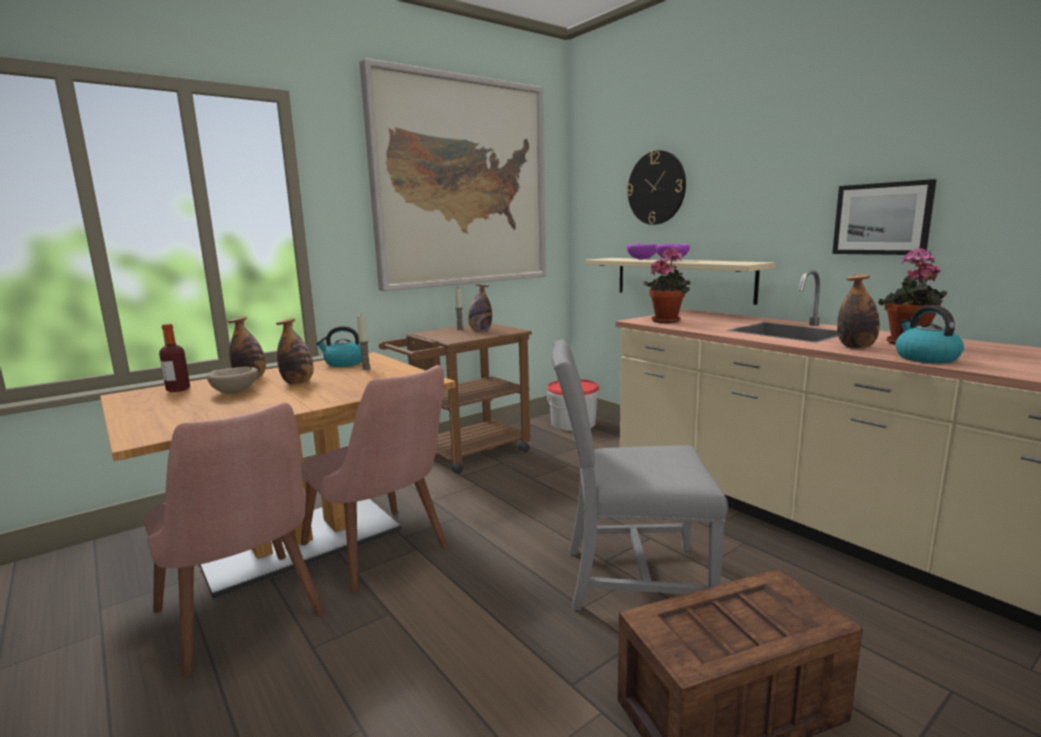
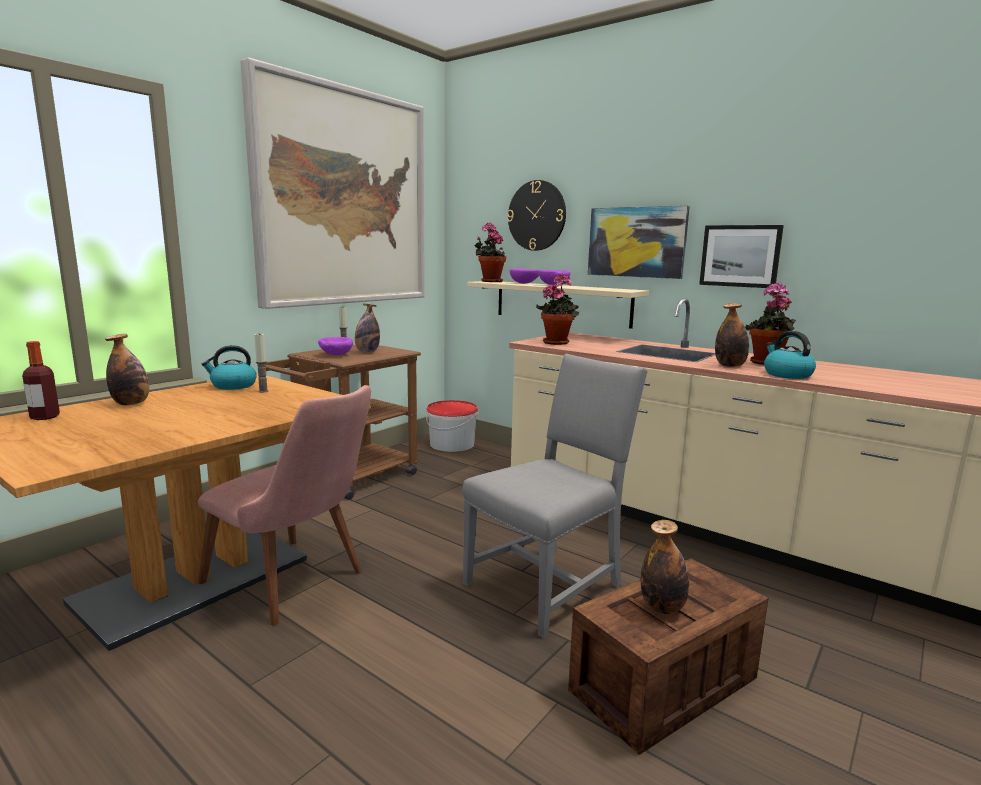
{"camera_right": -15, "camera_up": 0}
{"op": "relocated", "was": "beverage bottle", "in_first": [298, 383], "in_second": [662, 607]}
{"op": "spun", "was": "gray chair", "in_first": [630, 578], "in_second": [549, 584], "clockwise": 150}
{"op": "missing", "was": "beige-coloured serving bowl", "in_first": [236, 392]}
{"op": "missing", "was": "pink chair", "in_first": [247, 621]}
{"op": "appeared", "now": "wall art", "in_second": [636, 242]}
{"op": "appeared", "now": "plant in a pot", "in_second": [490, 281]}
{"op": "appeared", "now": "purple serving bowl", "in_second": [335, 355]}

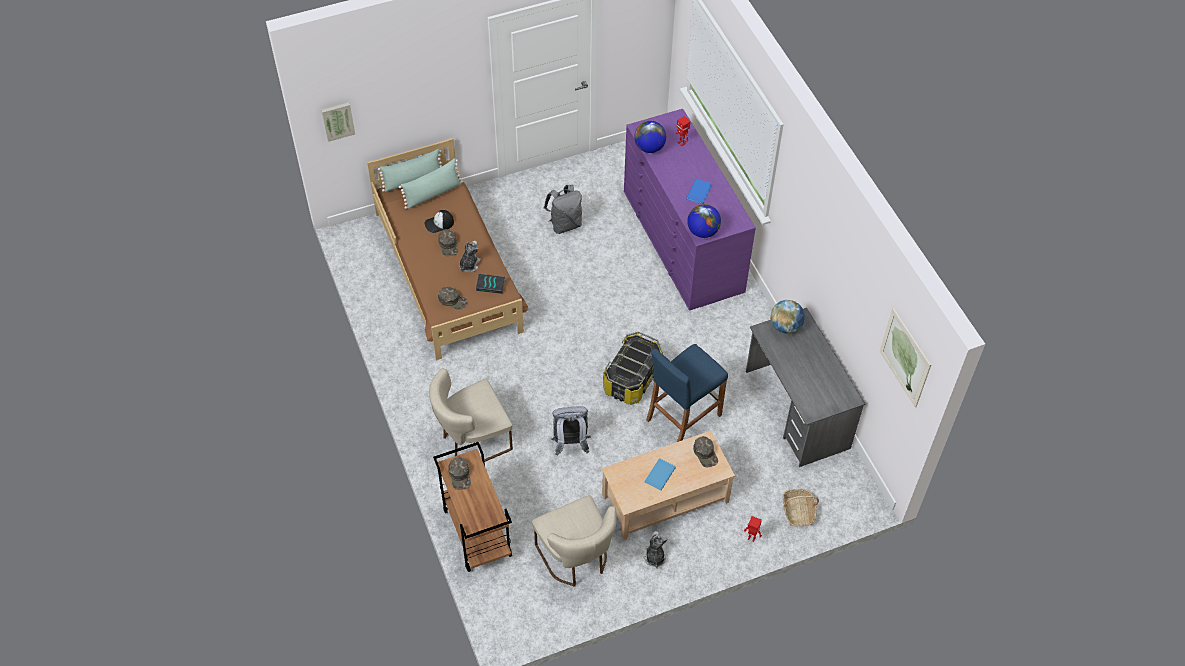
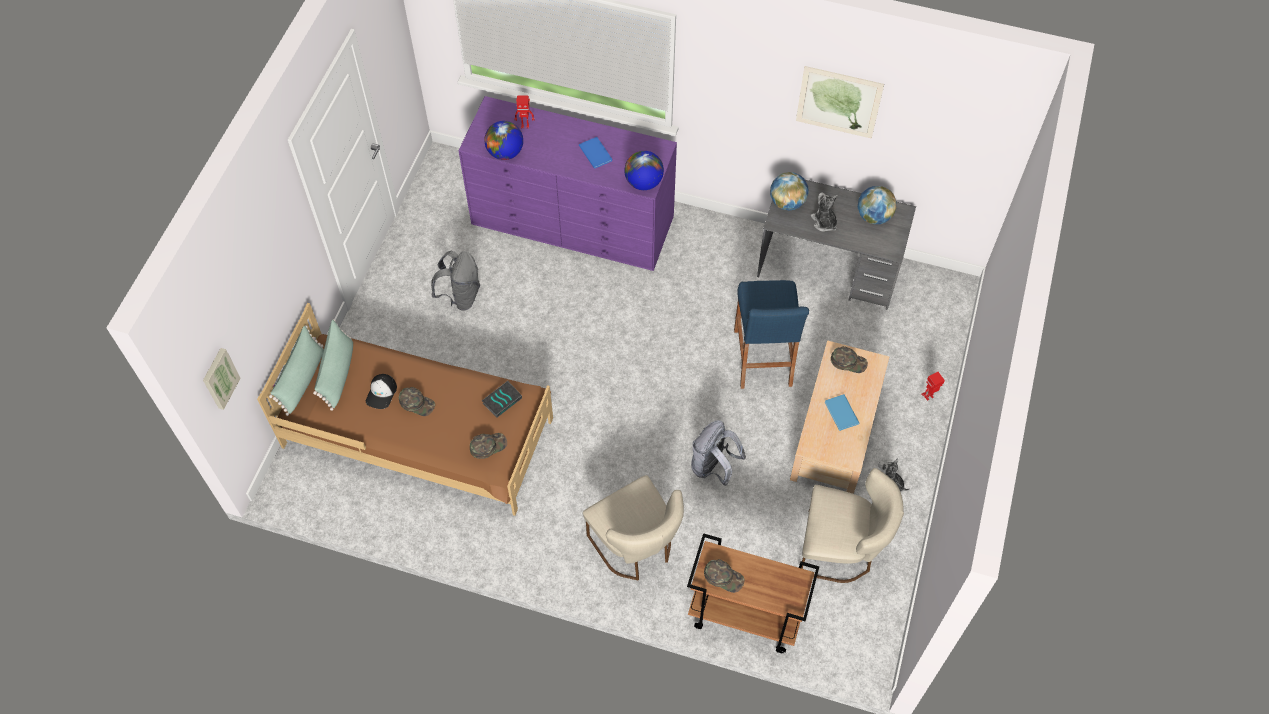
{"camera_right": -50, "camera_up": 5}
{"op": "relocated", "was": "plush toy", "in_first": [469, 264], "in_second": [824, 222]}
{"op": "relocated", "was": "wall art", "in_first": [905, 357], "in_second": [839, 102]}
{"op": "missing", "was": "storage box", "in_first": [632, 378]}
{"op": "spun", "was": "beige-coloured chair", "in_first": [472, 439], "in_second": [636, 547], "clockwise": -45}
{"op": "missing", "was": "household basket", "in_first": [798, 511]}
{"op": "appeared", "now": "world globe", "in_second": [873, 216]}

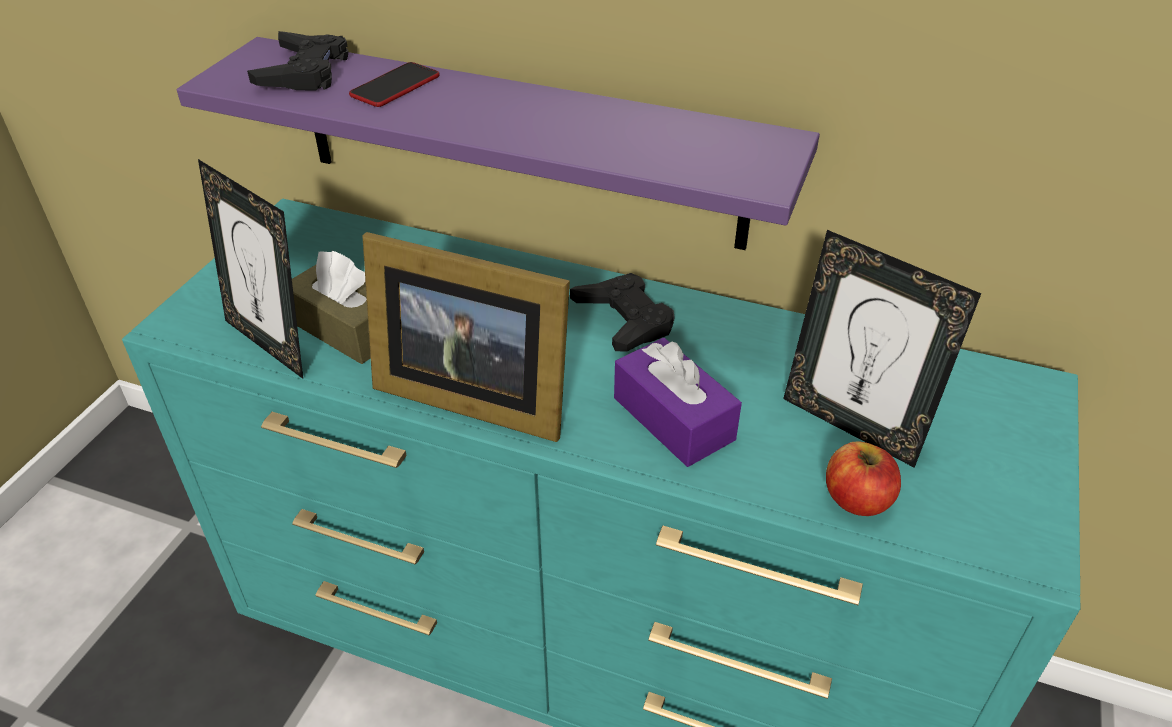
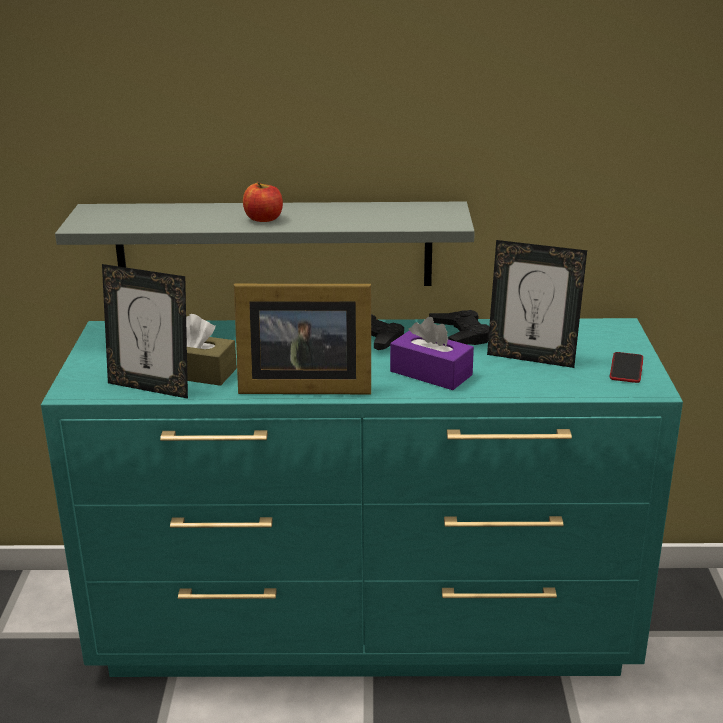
{"camera_right": -20, "camera_up": -15}
{"op": "relocated", "was": "black-coloured gamepad", "in_first": [304, 71], "in_second": [461, 334]}
{"op": "colour", "was": "purple bracket shelf", "now": "gray bracket shelf", "in_first": [518, 143], "in_second": [274, 244]}
{"op": "relocated", "was": "handset", "in_first": [395, 86], "in_second": [626, 368]}
{"op": "relocated", "was": "apple", "in_first": [857, 499], "in_second": [263, 219]}

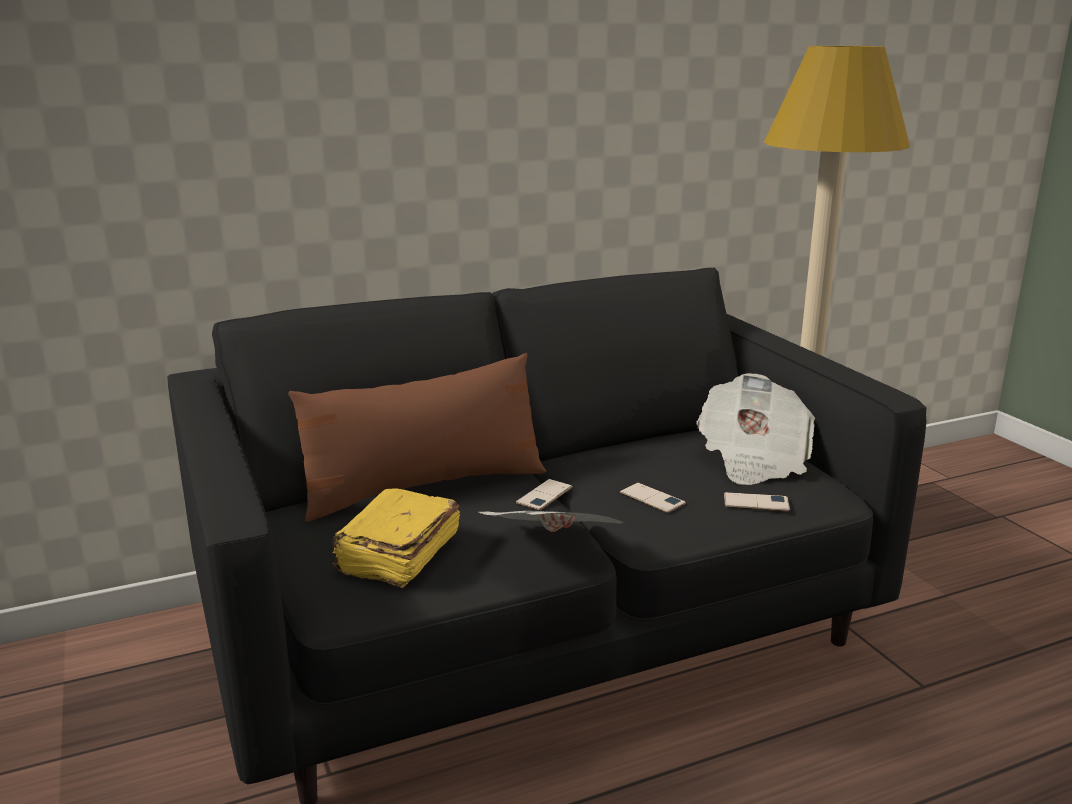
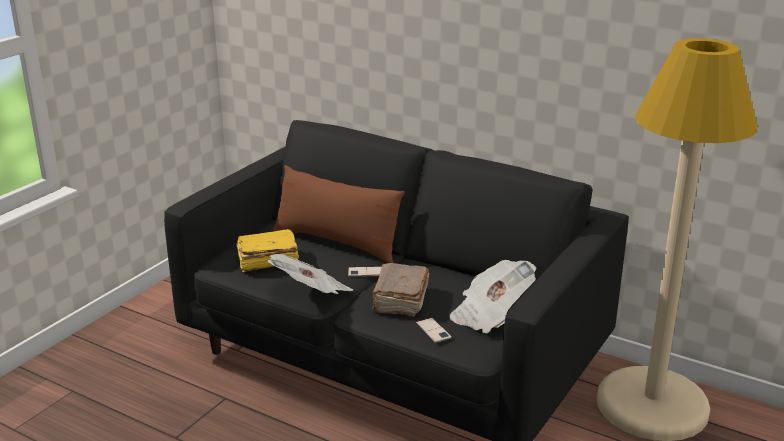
{"camera_right": 55, "camera_up": 5}
{"op": "exchanged", "was": "handset", "now": "brownish volume", "in_first": [652, 498], "in_second": [400, 300]}

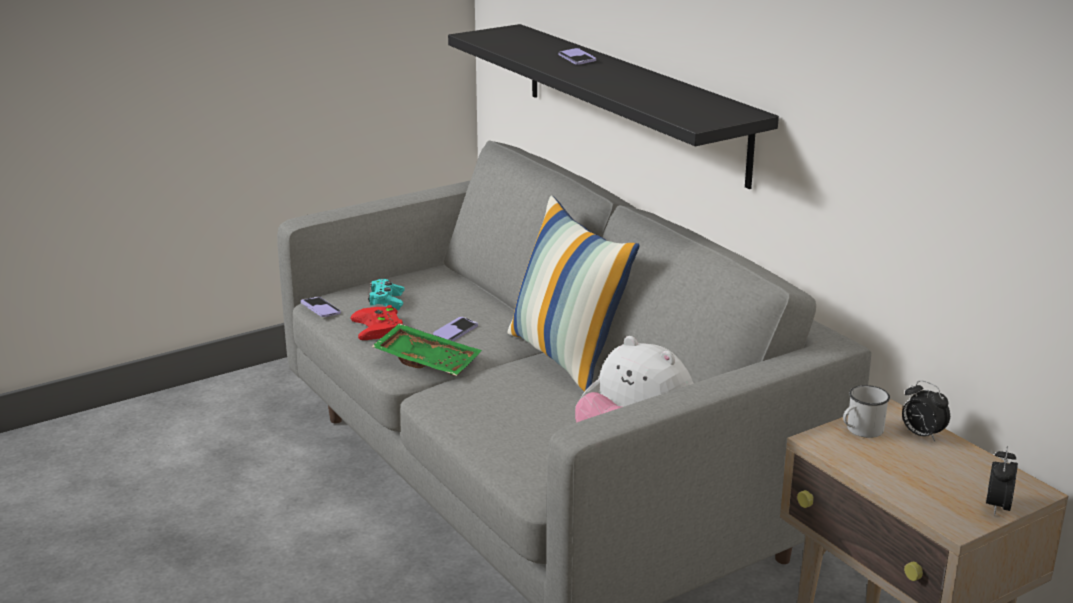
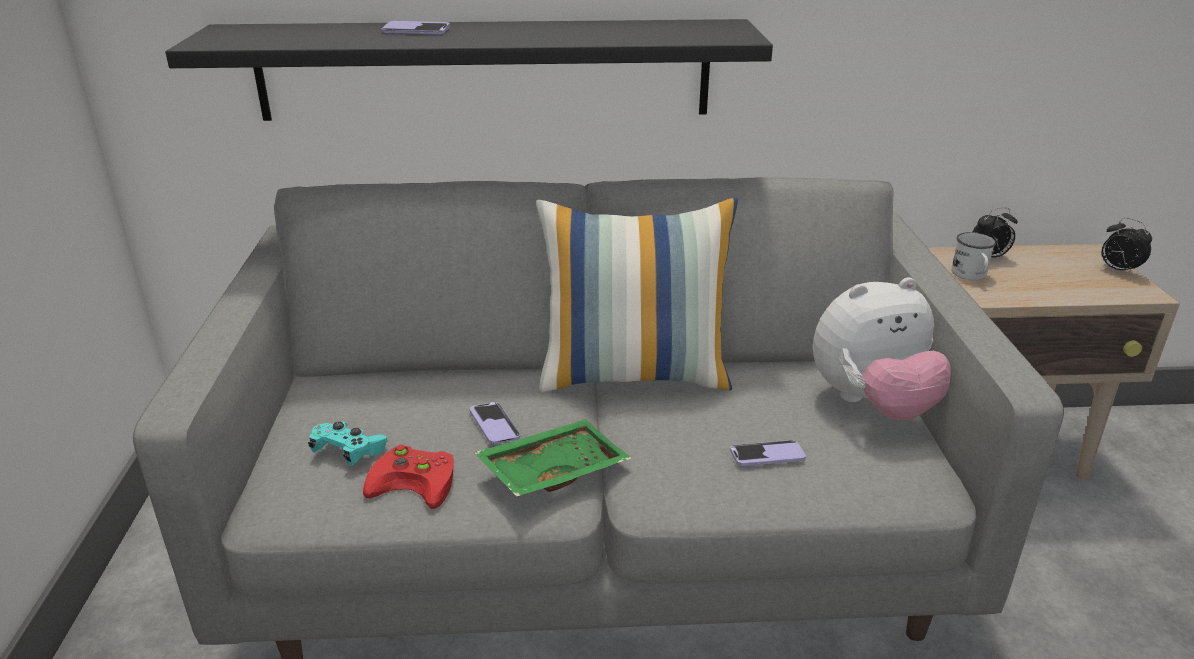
{"camera_right": -60, "camera_up": 5}
{"op": "relocated", "was": "handset", "in_first": [320, 308], "in_second": [767, 455]}

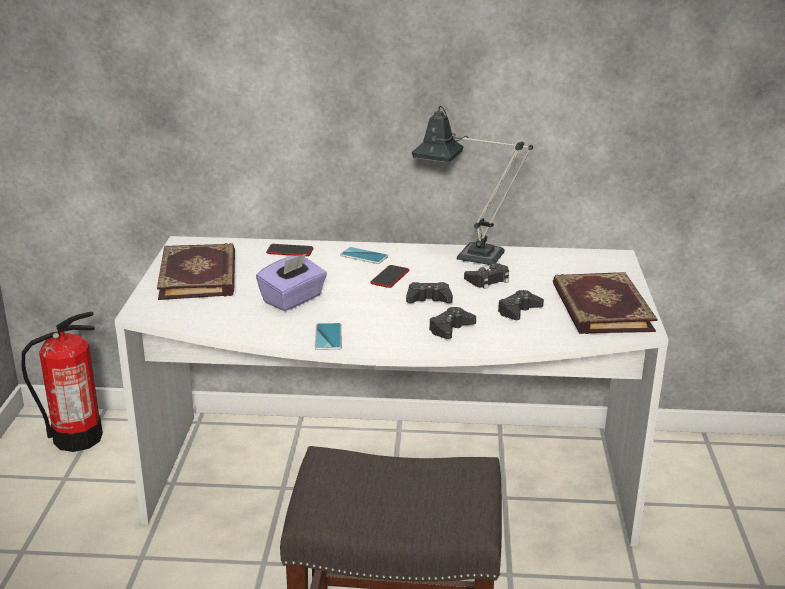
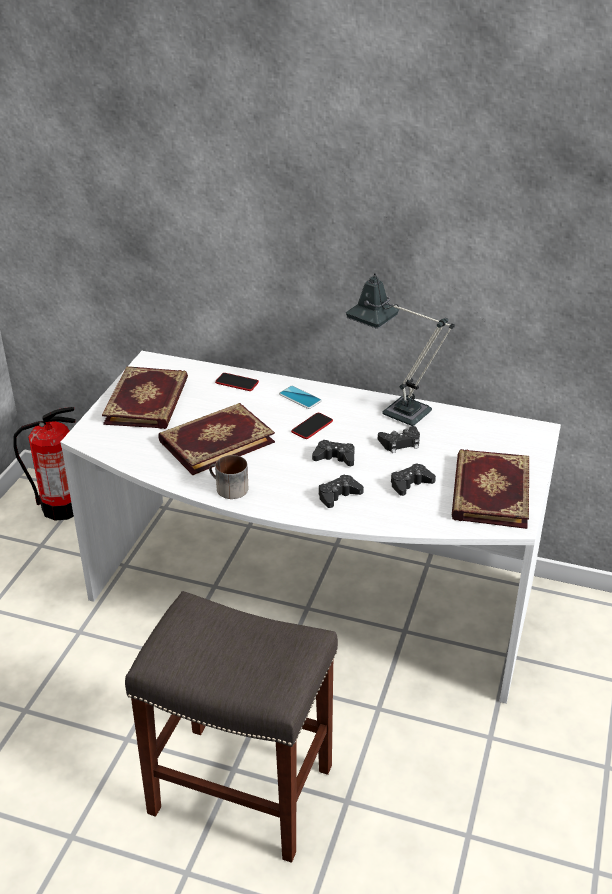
{"camera_right": 15, "camera_up": 10}
{"op": "exchanged", "was": "purple box of tissues", "now": "volume", "in_first": [293, 299], "in_second": [216, 441]}
{"op": "exchanged", "was": "handset", "now": "coffee mug", "in_first": [328, 337], "in_second": [227, 488]}

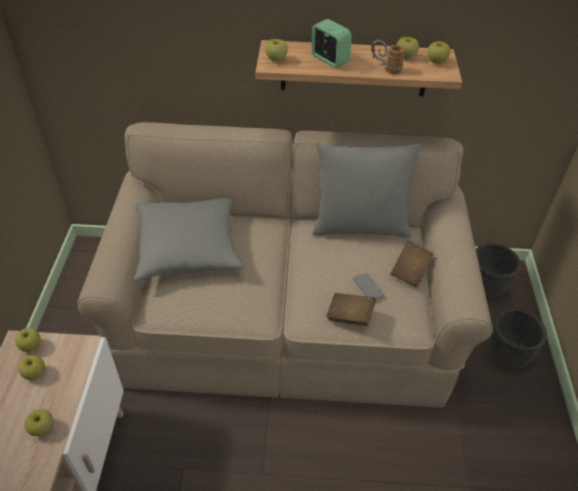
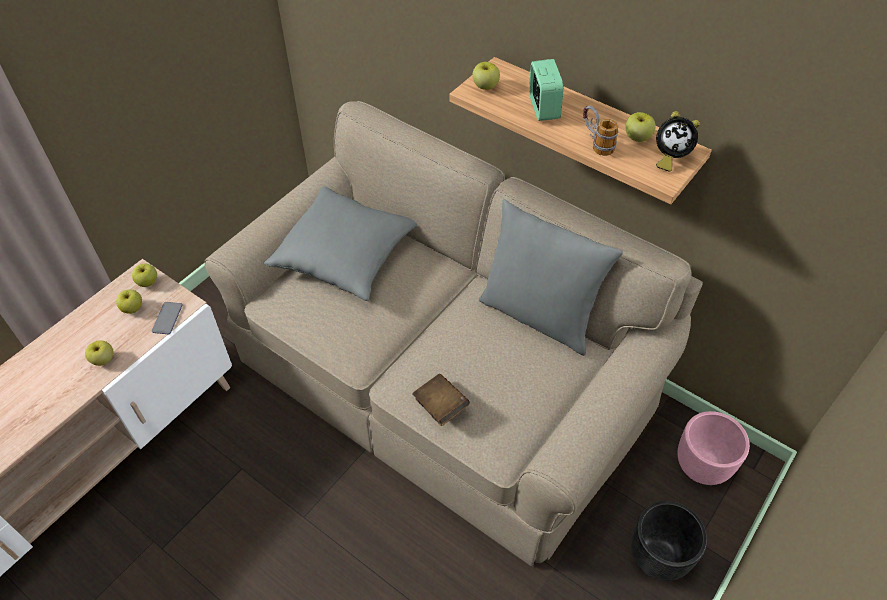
{"camera_right": 35, "camera_up": 5}
{"op": "exchanged", "was": "apple", "now": "bedside clock", "in_first": [436, 61], "in_second": [669, 158]}
{"op": "missing", "was": "brownish volume", "in_first": [410, 271]}
{"op": "colour", "was": "black-coloured flower pot", "now": "pink flower pot", "in_first": [486, 288], "in_second": [702, 467]}
{"op": "relocated", "was": "handset", "in_first": [368, 287], "in_second": [167, 318]}

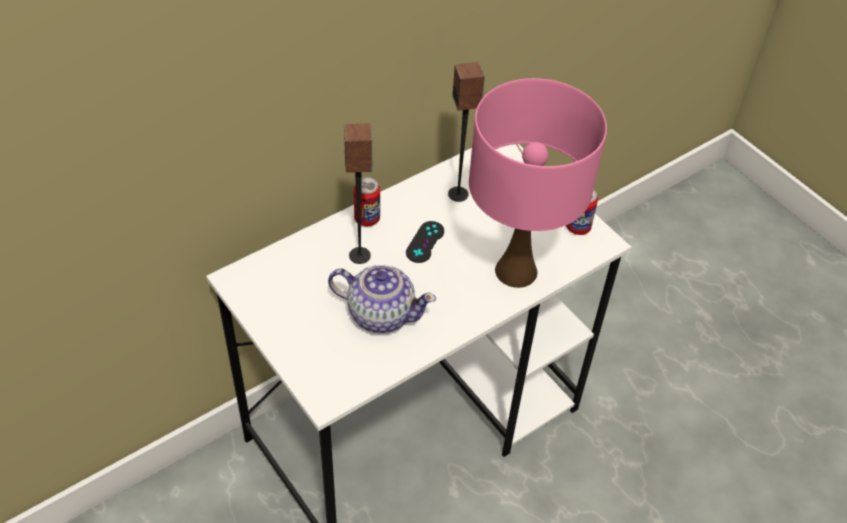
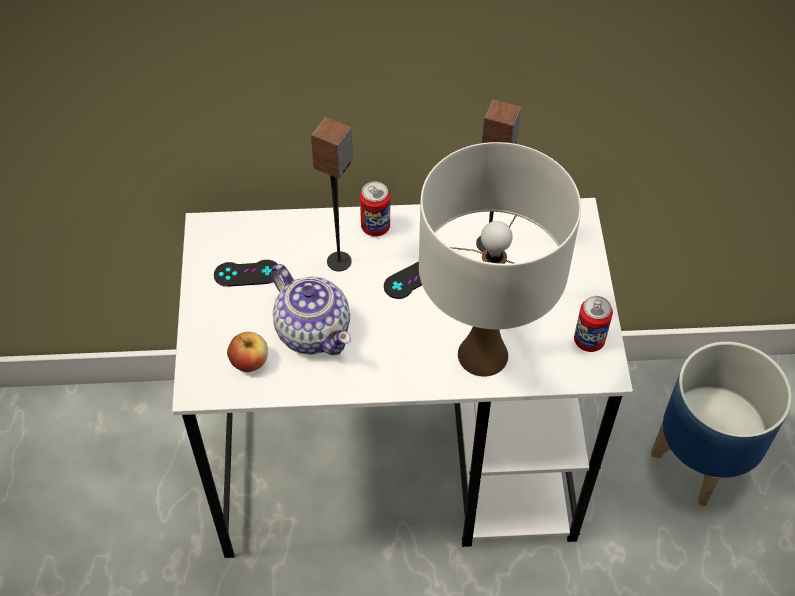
{"camera_right": 35, "camera_up": 5}
{"op": "colour", "was": "pink tabletop lamp", "now": "whitish tabletop lamp", "in_first": [516, 271], "in_second": [483, 355]}
{"op": "appeared", "now": "black-coloured gamepad", "in_second": [247, 273]}
{"op": "appeared", "now": "apple", "in_second": [249, 361]}
{"op": "appeared", "now": "flower pot", "in_second": [702, 459]}

